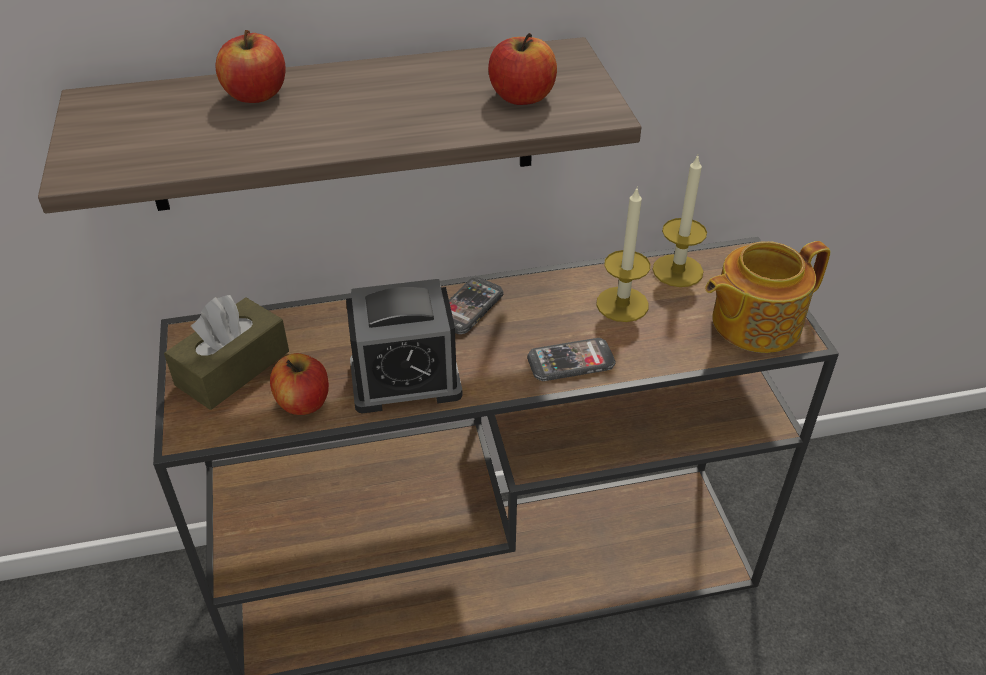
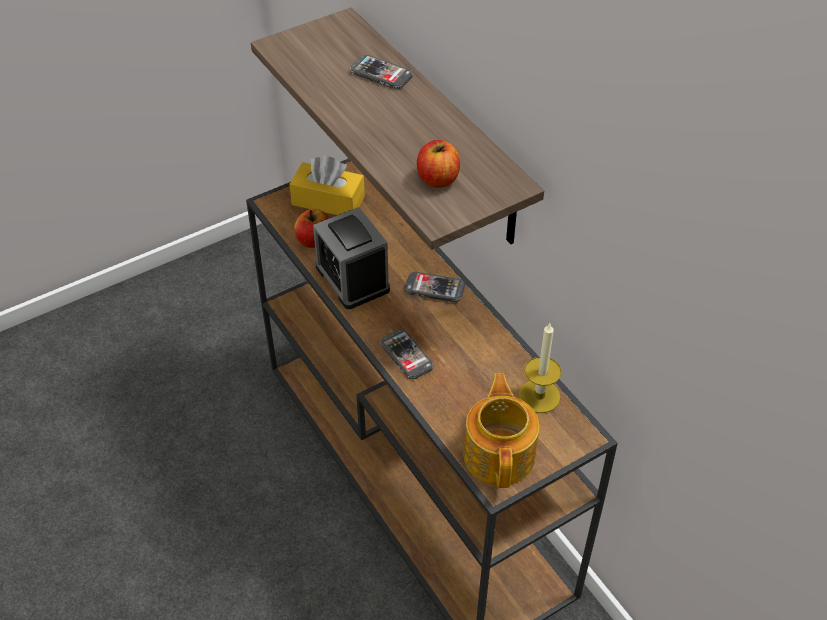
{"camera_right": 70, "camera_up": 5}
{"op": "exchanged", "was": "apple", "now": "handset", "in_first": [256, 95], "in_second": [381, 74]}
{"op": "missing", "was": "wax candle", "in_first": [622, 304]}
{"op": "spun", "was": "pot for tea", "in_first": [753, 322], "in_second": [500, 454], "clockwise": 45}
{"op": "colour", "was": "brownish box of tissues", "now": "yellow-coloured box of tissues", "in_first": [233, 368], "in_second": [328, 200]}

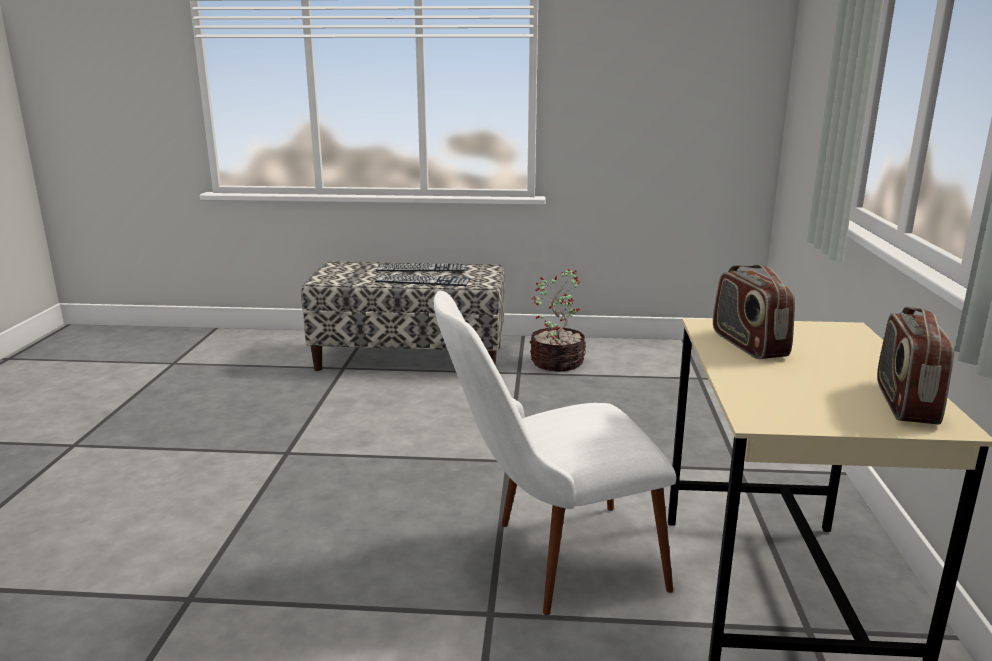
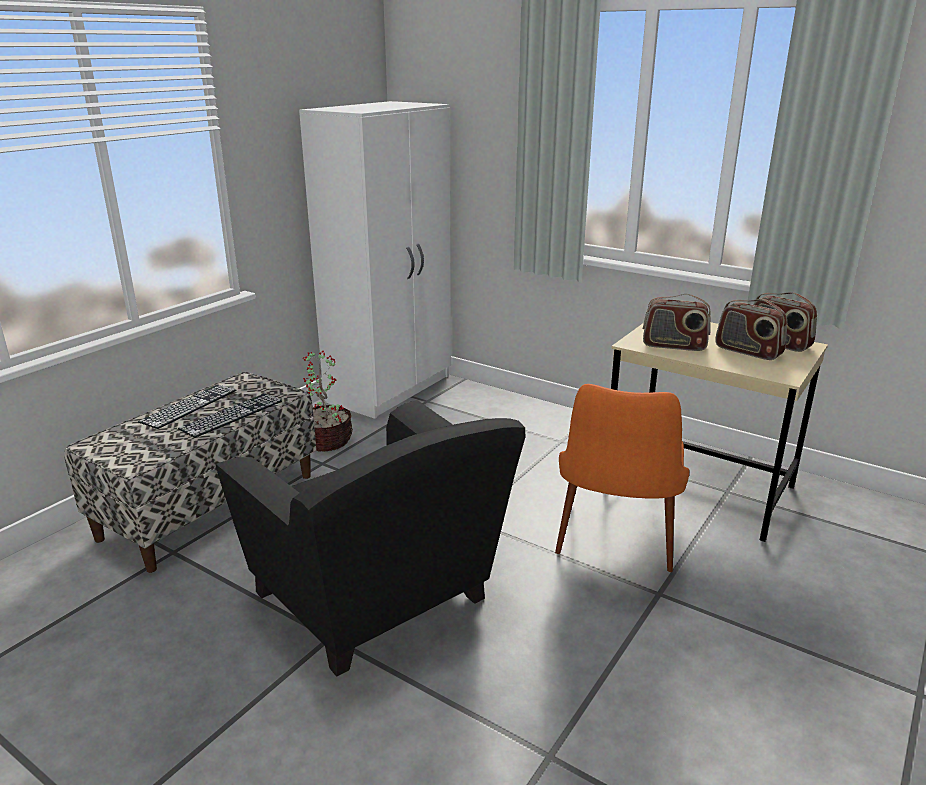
{"camera_right": -60, "camera_up": 5}
{"op": "colour", "was": "whitish chair", "now": "orange chair", "in_first": [550, 561], "in_second": [614, 548]}
{"op": "appeared", "now": "whitish wardrobe", "in_second": [391, 388]}
{"op": "appeared", "now": "radio receiver", "in_second": [748, 351]}
{"op": "appeared", "now": "black-coloured lounge chair", "in_second": [380, 600]}

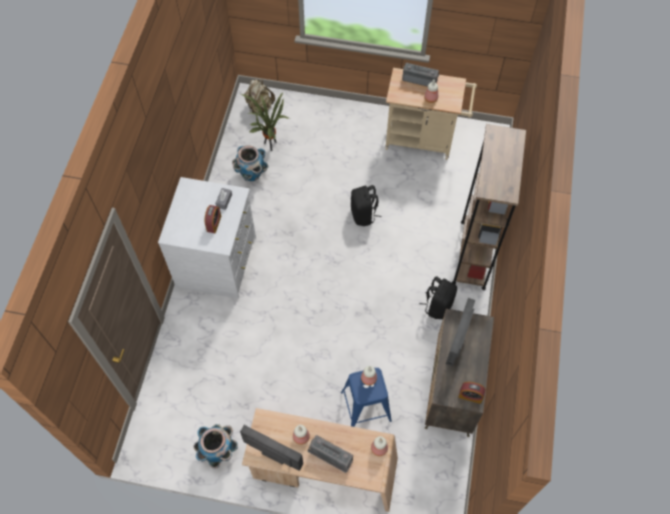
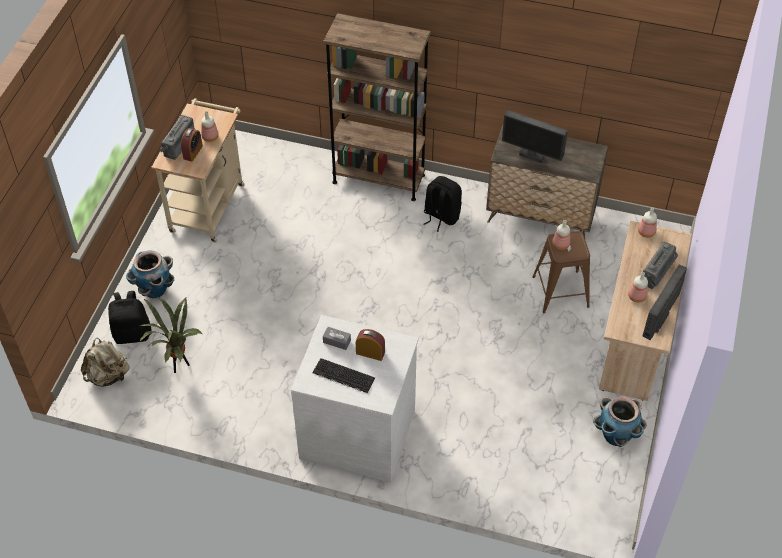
{"camera_right": -85, "camera_up": -10}
{"op": "relocated", "was": "flower pot", "in_first": [251, 174], "in_second": [154, 290]}
{"op": "relocated", "was": "black-coloured rucksack", "in_first": [363, 215], "in_second": [132, 333]}
{"op": "colour", "was": "bluish stool seat", "now": "brownish stool seat", "in_first": [365, 406], "in_second": [560, 291]}
{"op": "relocated", "was": "bedside clock", "in_first": [470, 396], "in_second": [193, 152]}
{"op": "appeared", "now": "computer keyboard", "in_second": [342, 376]}

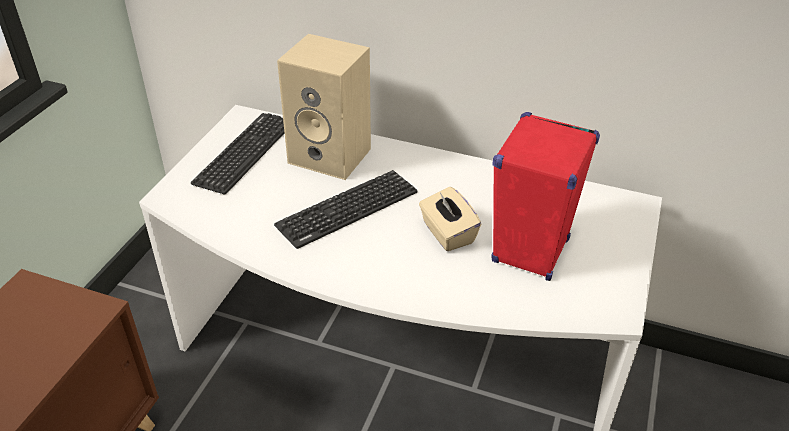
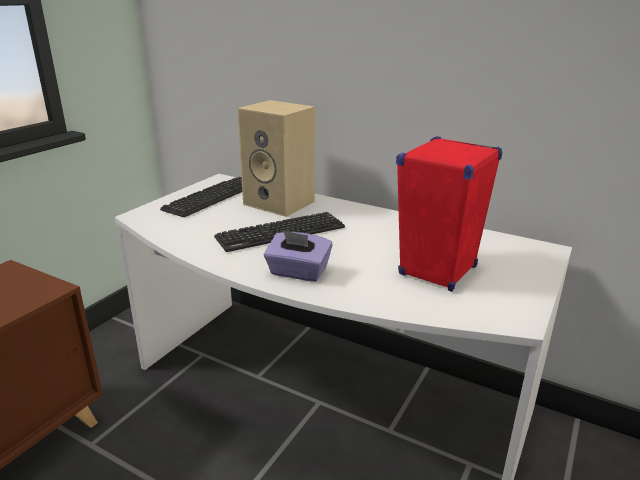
{"camera_right": 10, "camera_up": -15}
{"op": "missing", "was": "beige-coloured box of tissues", "in_first": [447, 233]}
{"op": "appeared", "now": "purple box of tissues", "in_second": [298, 272]}

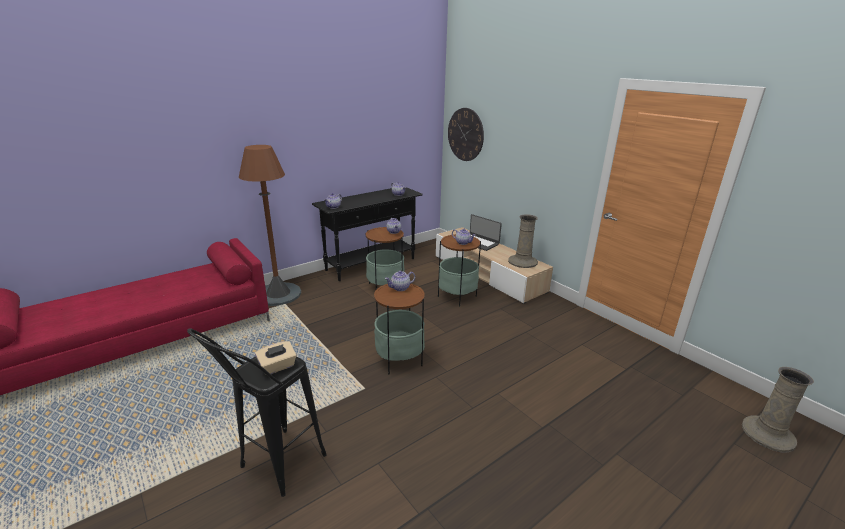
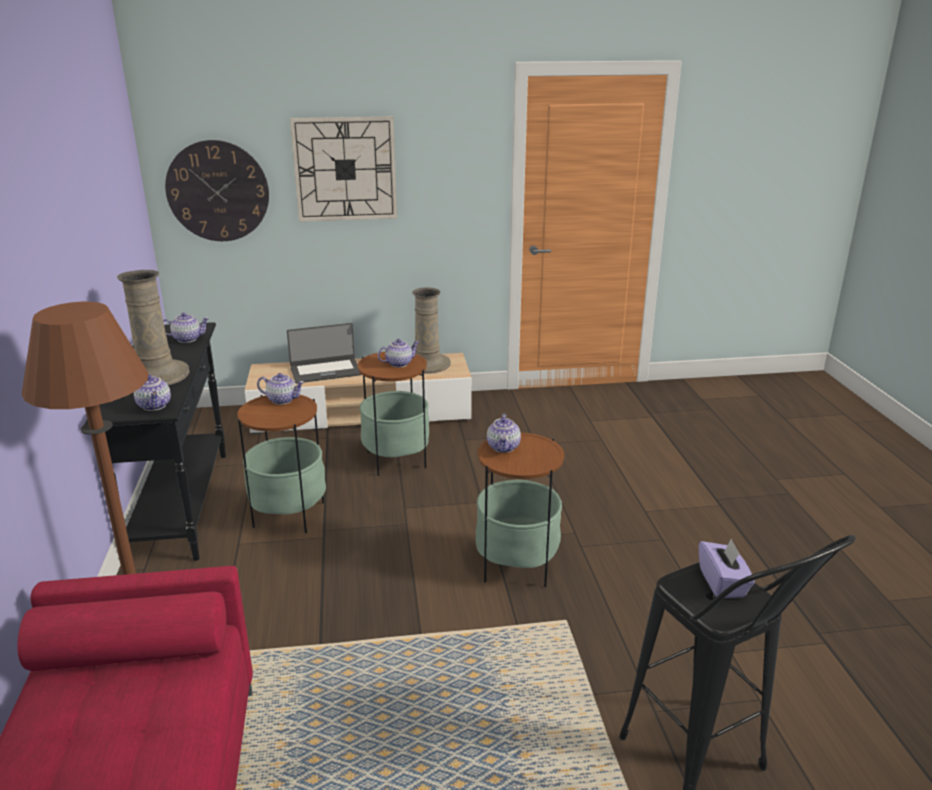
{"camera_right": -60, "camera_up": 0}
{"op": "colour", "was": "beige-coloured box of tissues", "now": "purple box of tissues", "in_first": [277, 366], "in_second": [722, 583]}
{"op": "relocated", "was": "beige-coloured vase", "in_first": [768, 434], "in_second": [156, 375]}
{"op": "appeared", "now": "hanging clock", "in_second": [345, 169]}

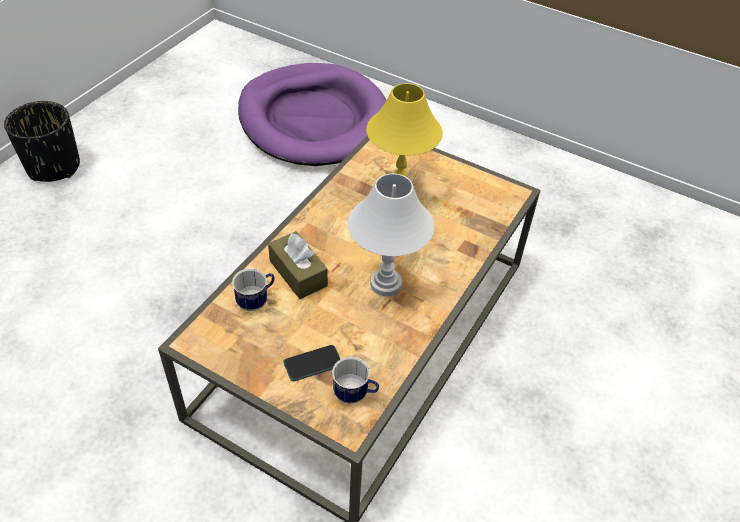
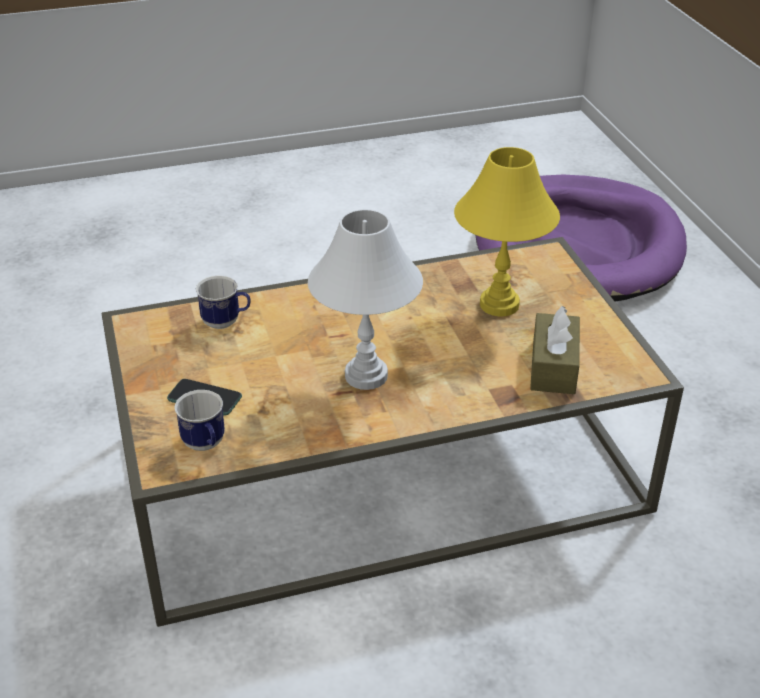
{"camera_right": 45, "camera_up": -10}
{"op": "missing", "was": "black-coloured flower pot", "in_first": [53, 167]}
{"op": "relocated", "was": "brownish box of tissues", "in_first": [298, 273], "in_second": [553, 367]}

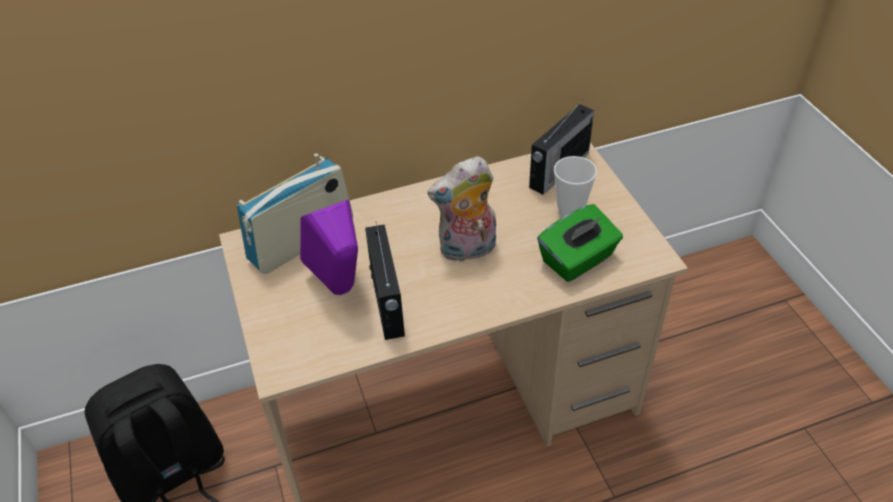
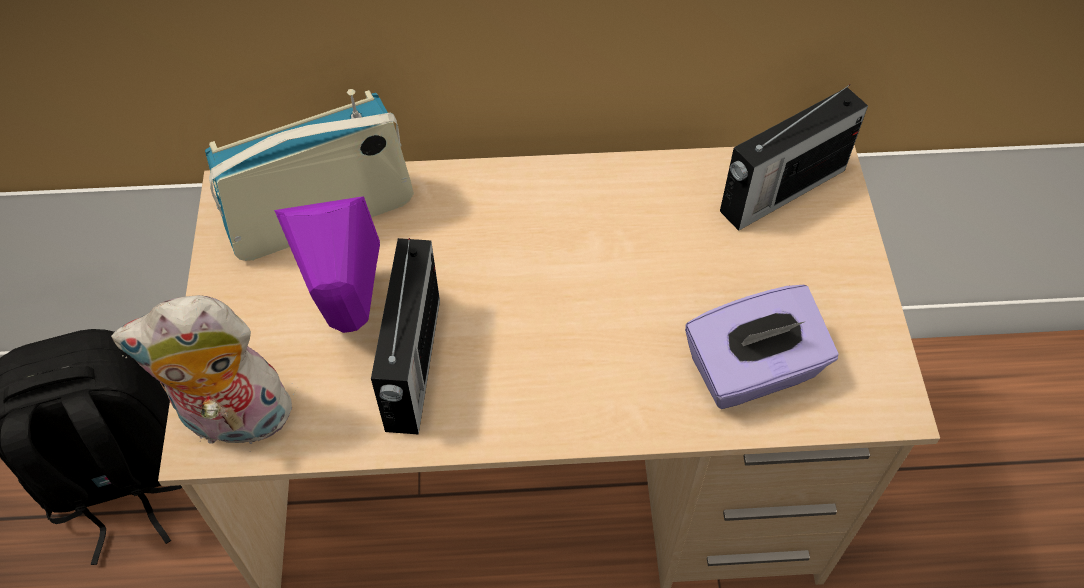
{"camera_right": 15, "camera_up": 10}
{"op": "relocated", "was": "plush toy", "in_first": [467, 250], "in_second": [233, 421]}
{"op": "missing", "was": "drinking cup", "in_first": [570, 211]}
{"op": "colour", "was": "greenish box of tissues", "now": "purple box of tissues", "in_first": [578, 260], "in_second": [753, 371]}

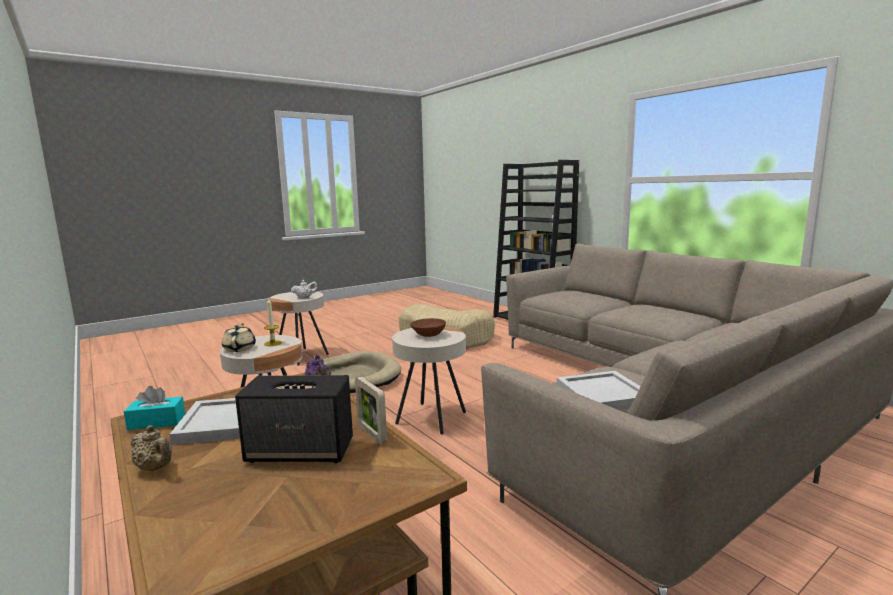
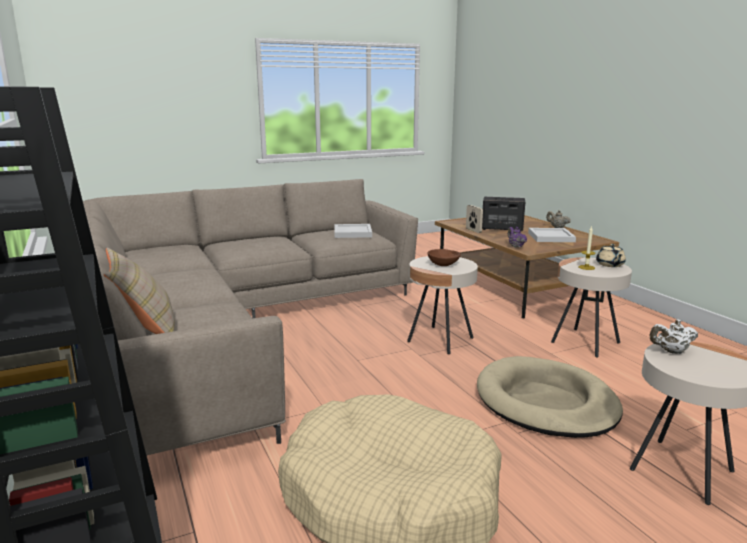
{"camera_right": -170, "camera_up": 5}
{"op": "missing", "was": "blue-green box of tissues", "in_first": [157, 422]}
{"op": "appeared", "now": "beige-coloured pillow", "in_second": [145, 330]}

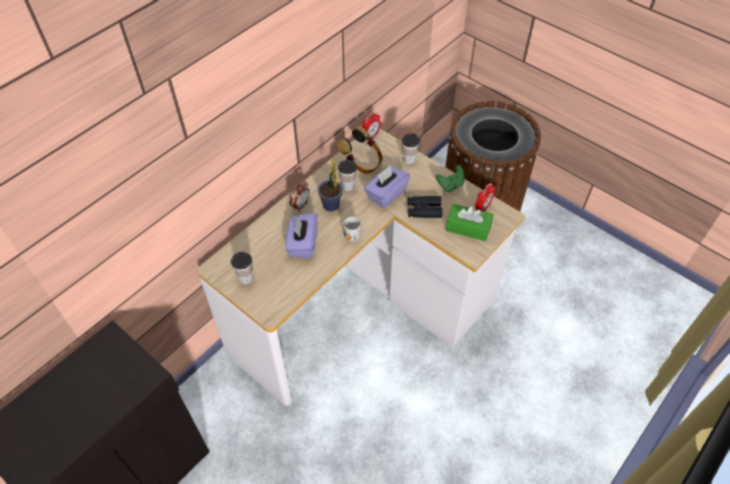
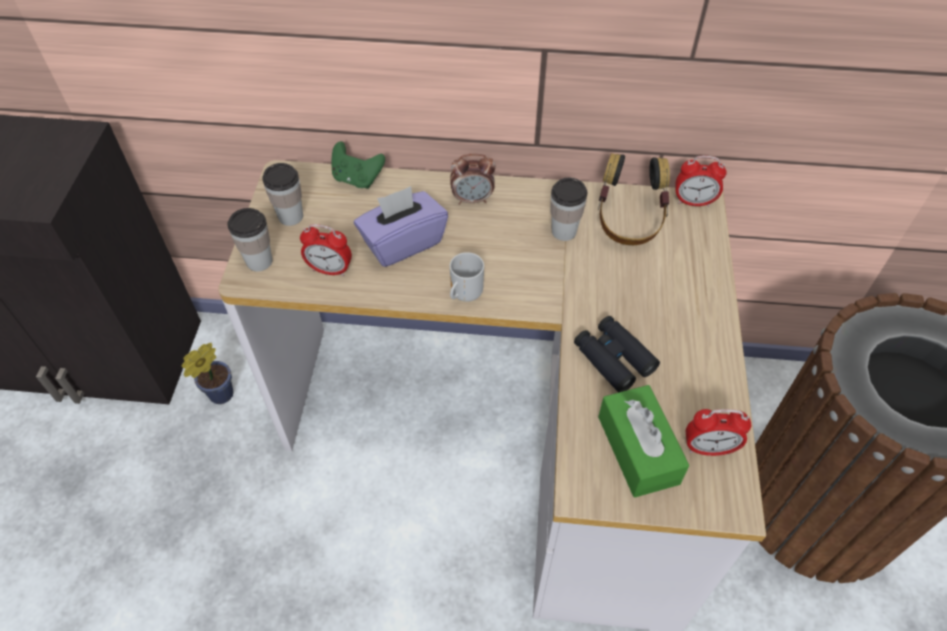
{"camera_right": 55, "camera_up": 0}
{"op": "relocated", "was": "drinking cup", "in_first": [409, 160], "in_second": [259, 261]}
{"op": "relocated", "was": "plant in a pot", "in_first": [331, 207], "in_second": [218, 396]}
{"op": "missing", "was": "purple box of tissues", "in_first": [386, 194]}
{"op": "relocated", "was": "greenish gamepad", "in_first": [450, 185], "in_second": [357, 179]}
{"op": "appeared", "now": "bedside clock", "in_second": [330, 270]}

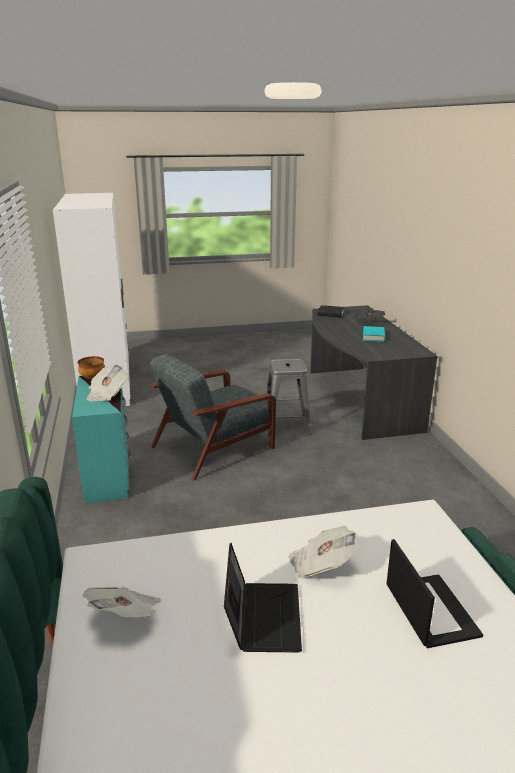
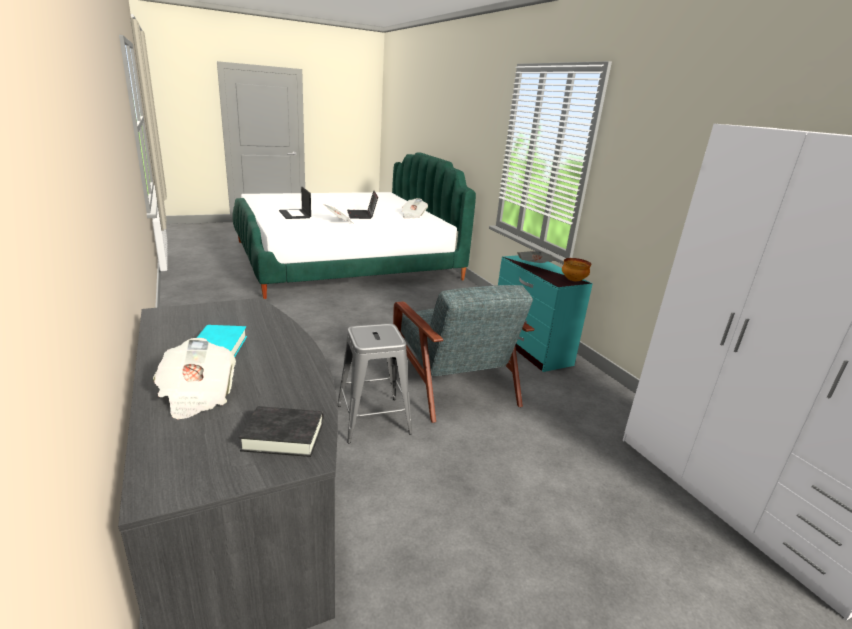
{"camera_right": 165, "camera_up": 0}
{"op": "spun", "was": "gray lounge chair", "in_first": [215, 446], "in_second": [452, 380], "clockwise": 120}

